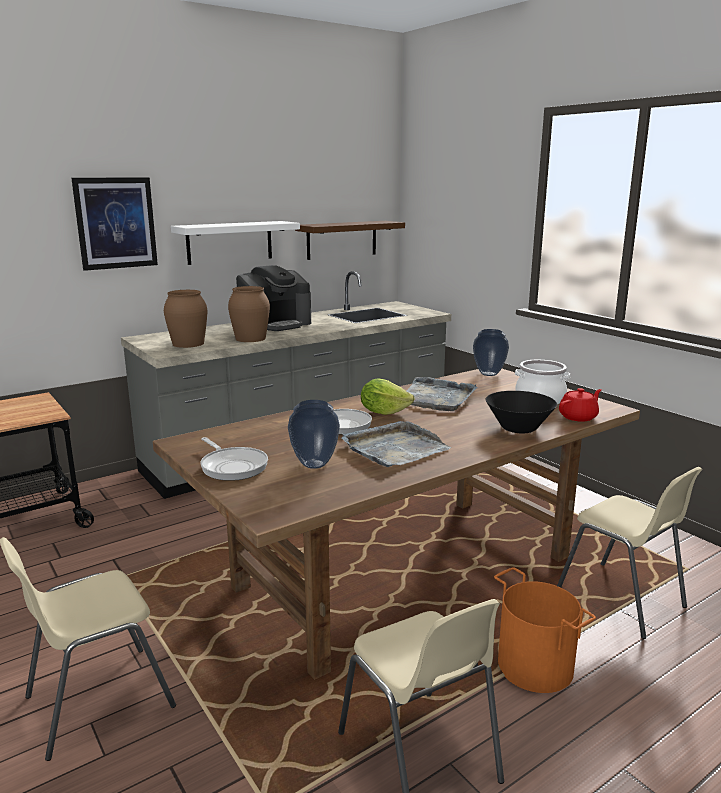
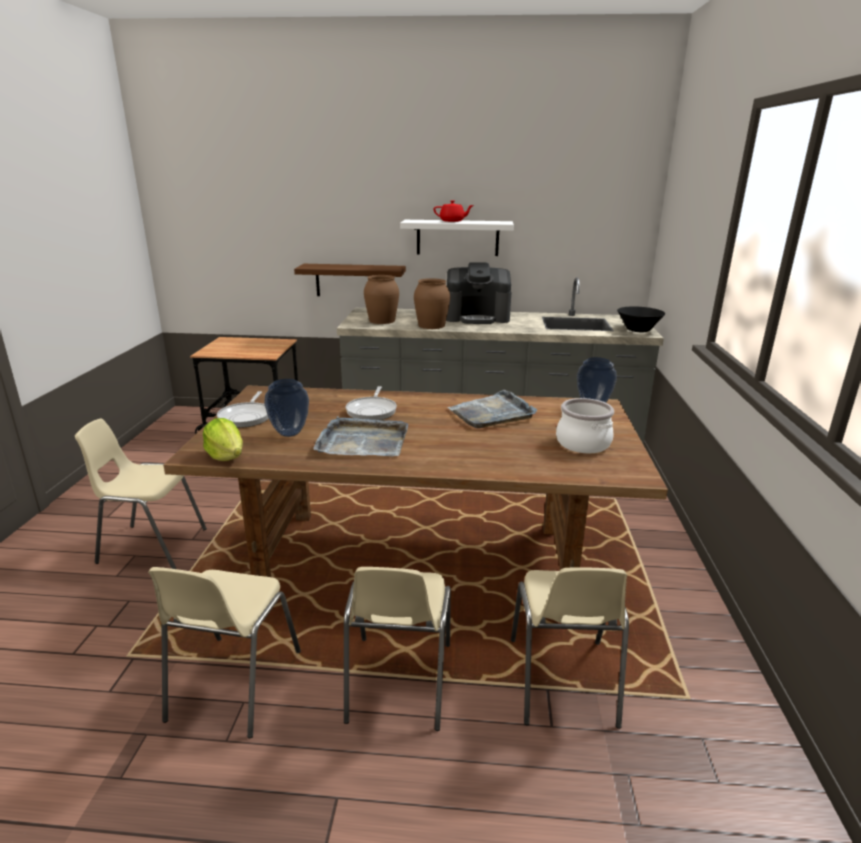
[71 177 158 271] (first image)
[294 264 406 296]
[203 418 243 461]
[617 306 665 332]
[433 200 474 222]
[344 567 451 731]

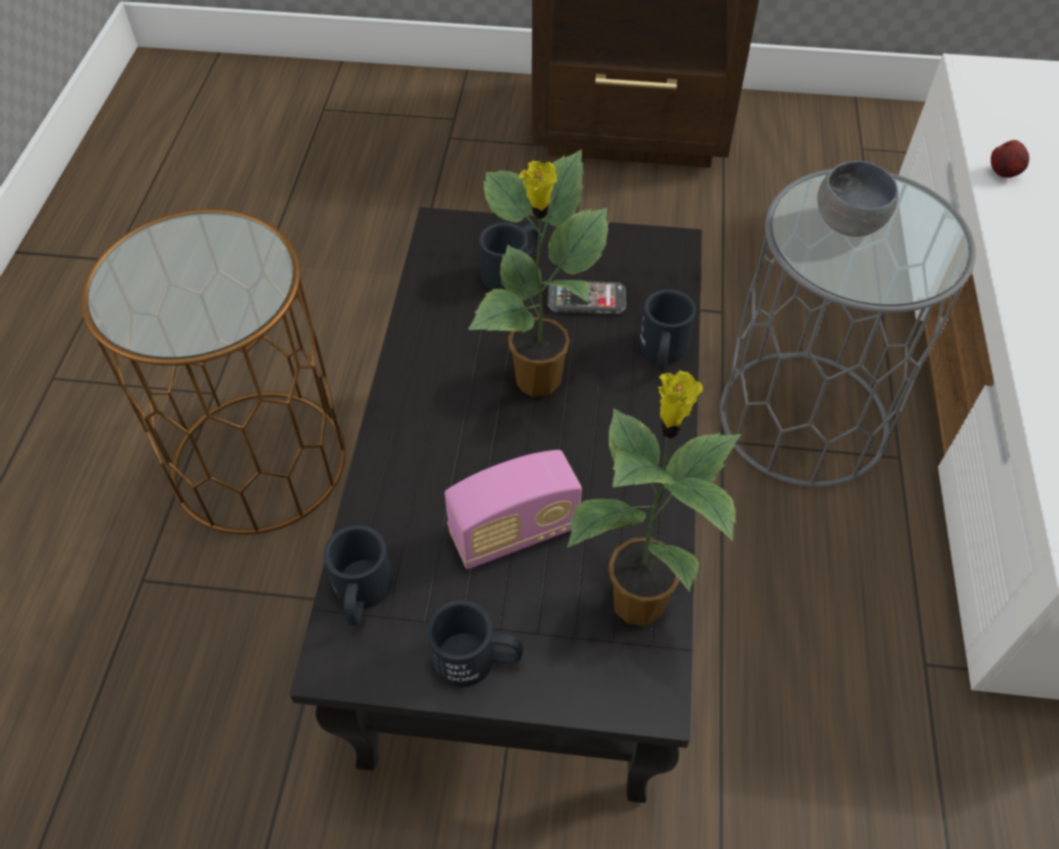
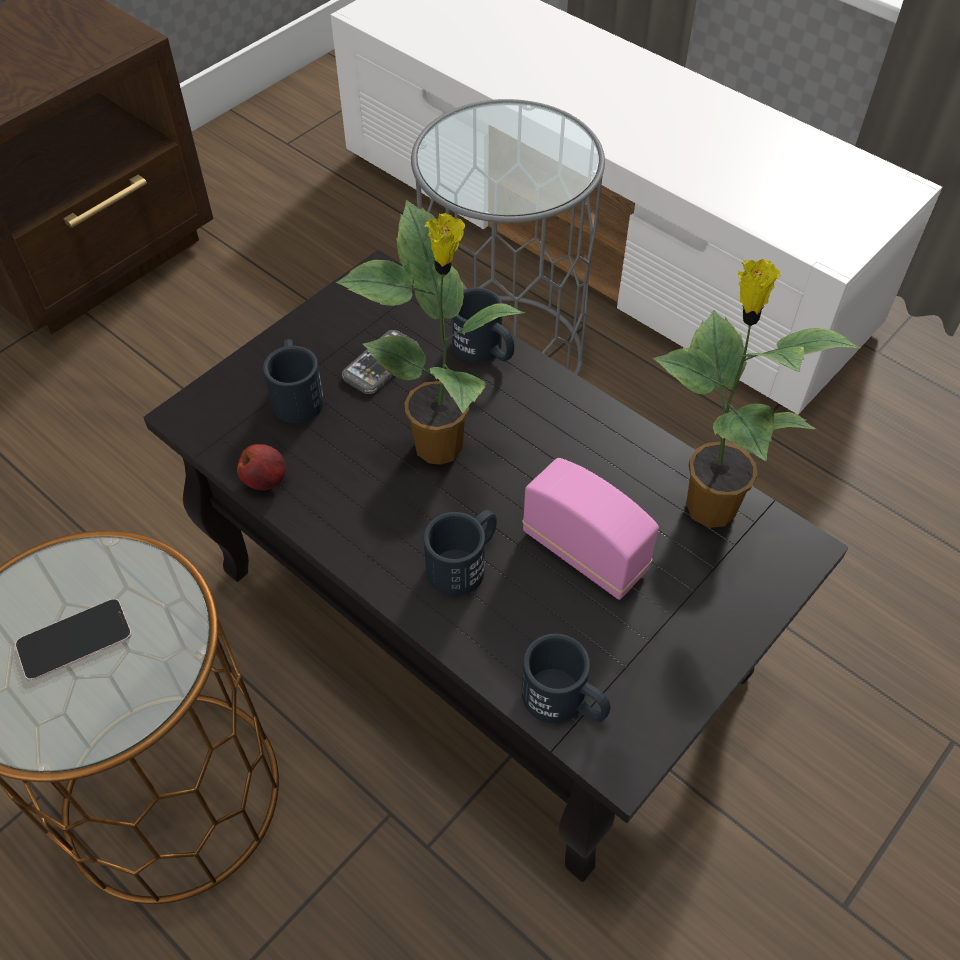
[817 161 898 237] (first image)
[15 599 132 681]
[424 510 497 597]
[237 444 286 490]
[522 458 659 600]

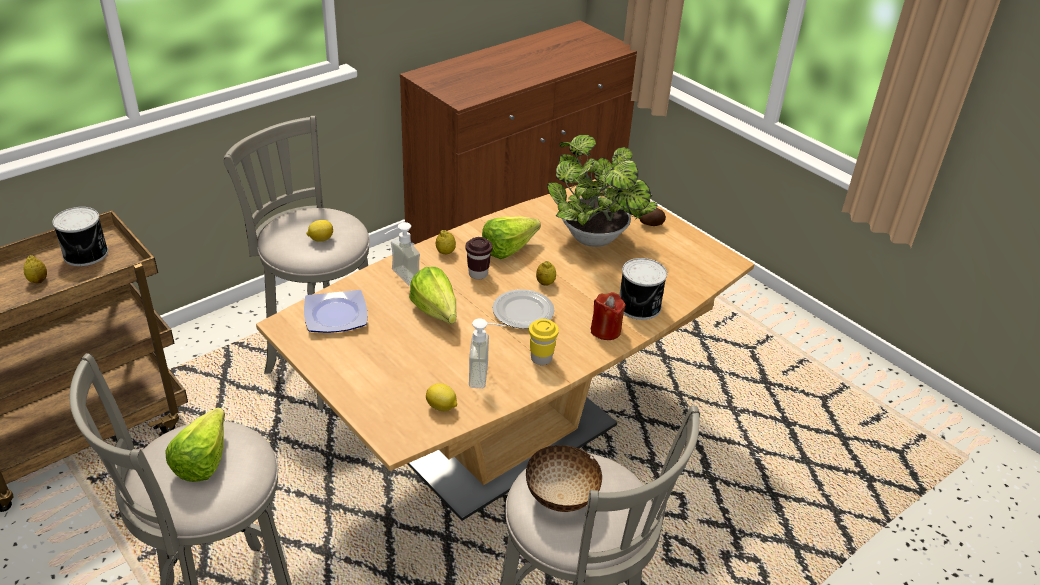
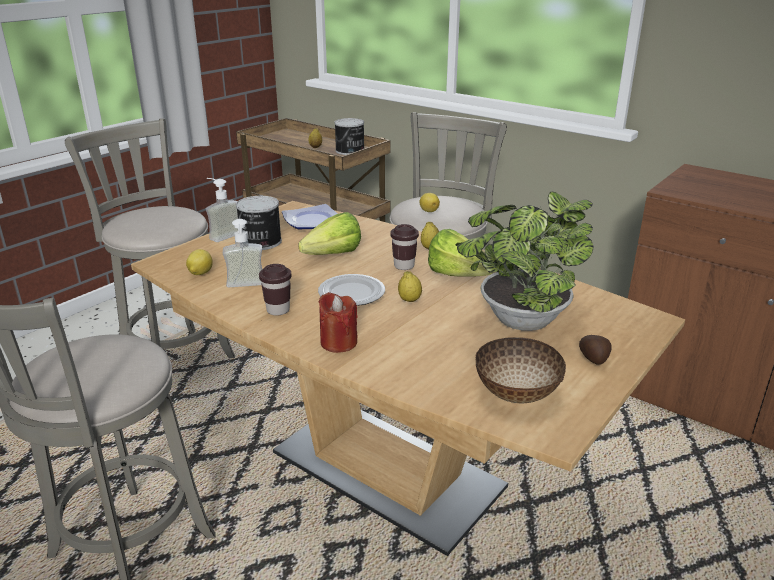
[166 408 225 482] (first image)
[206 178 238 242]
[476 337 566 404]
[236 196 282 250]
[259 264 291 315]

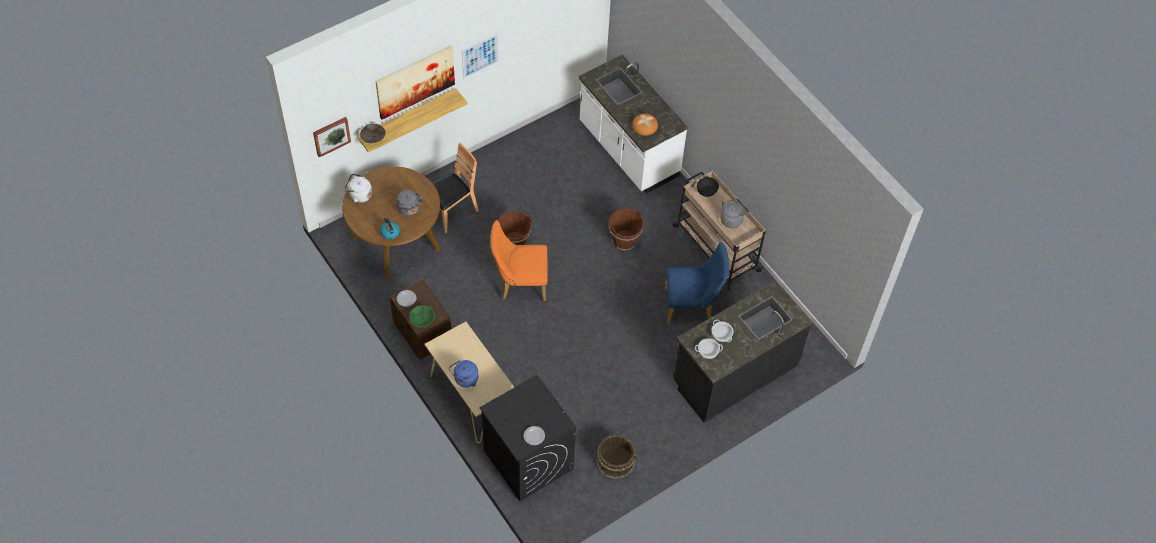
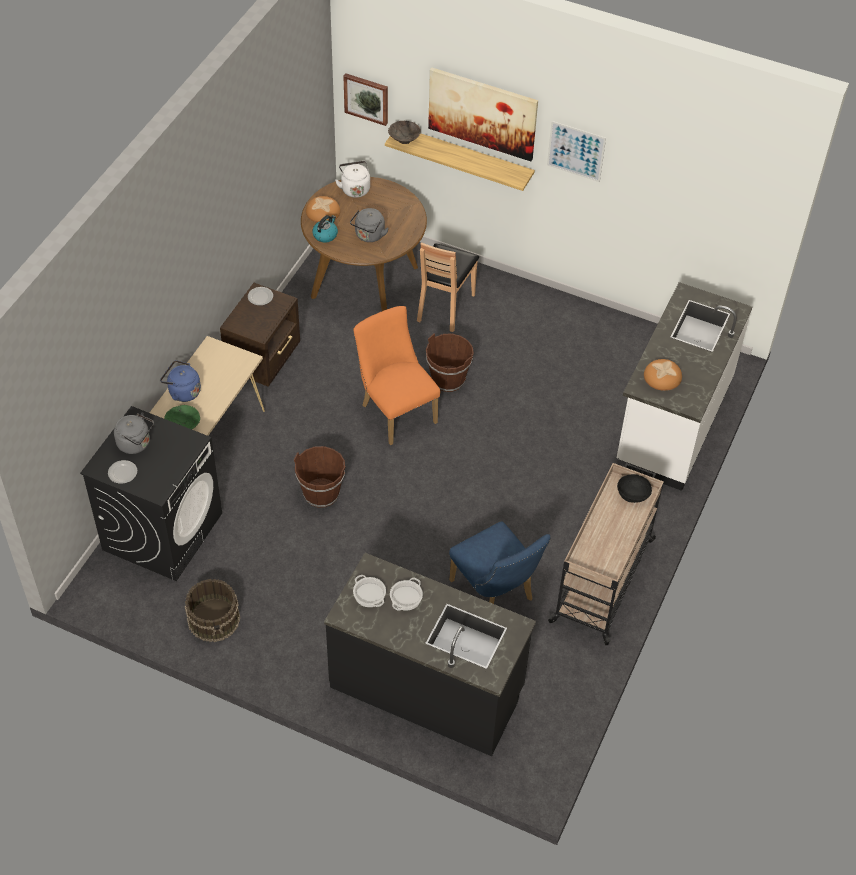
[306 196 340 223]
[164 405 200 429]
[294 446 346 508]
[114 412 154 454]
[417 242 479 332]

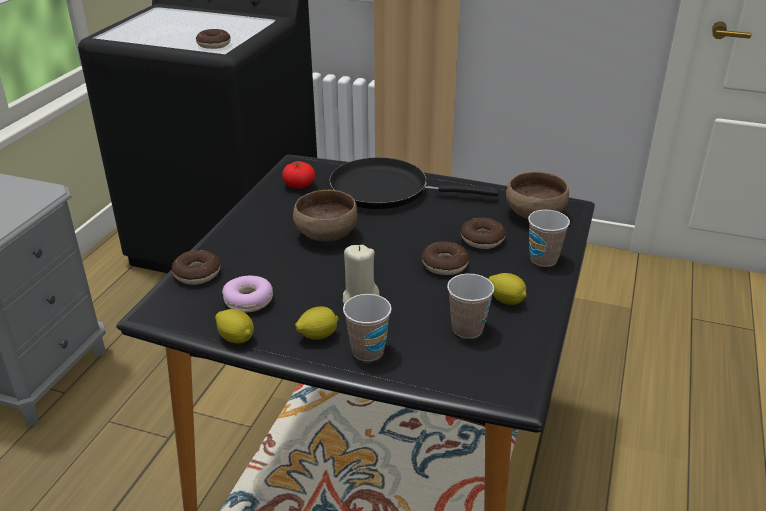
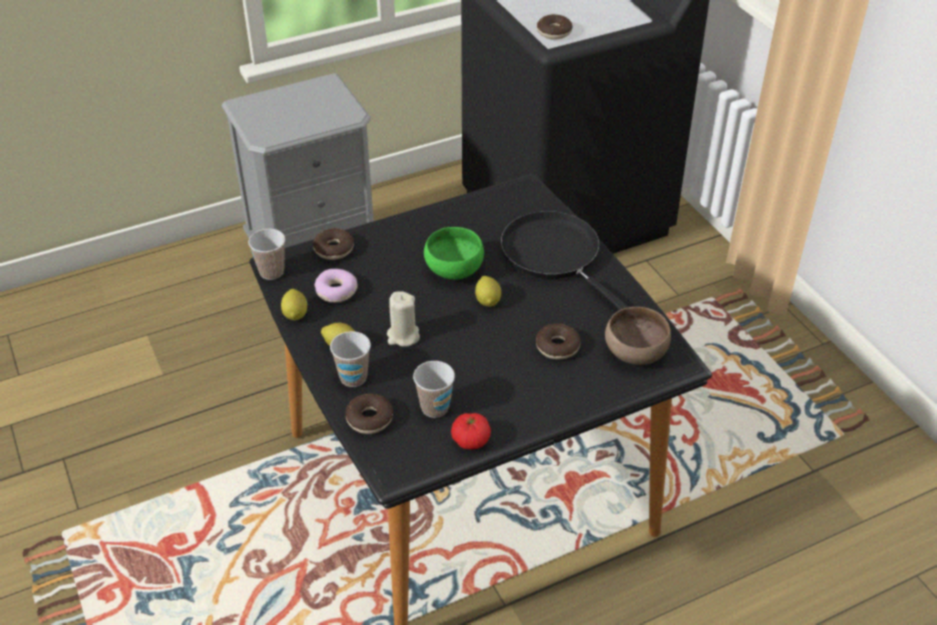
[451 413 491 449]
[345 393 393 434]
[475 276 501 307]
[248 229 285 280]
[424 227 484 280]

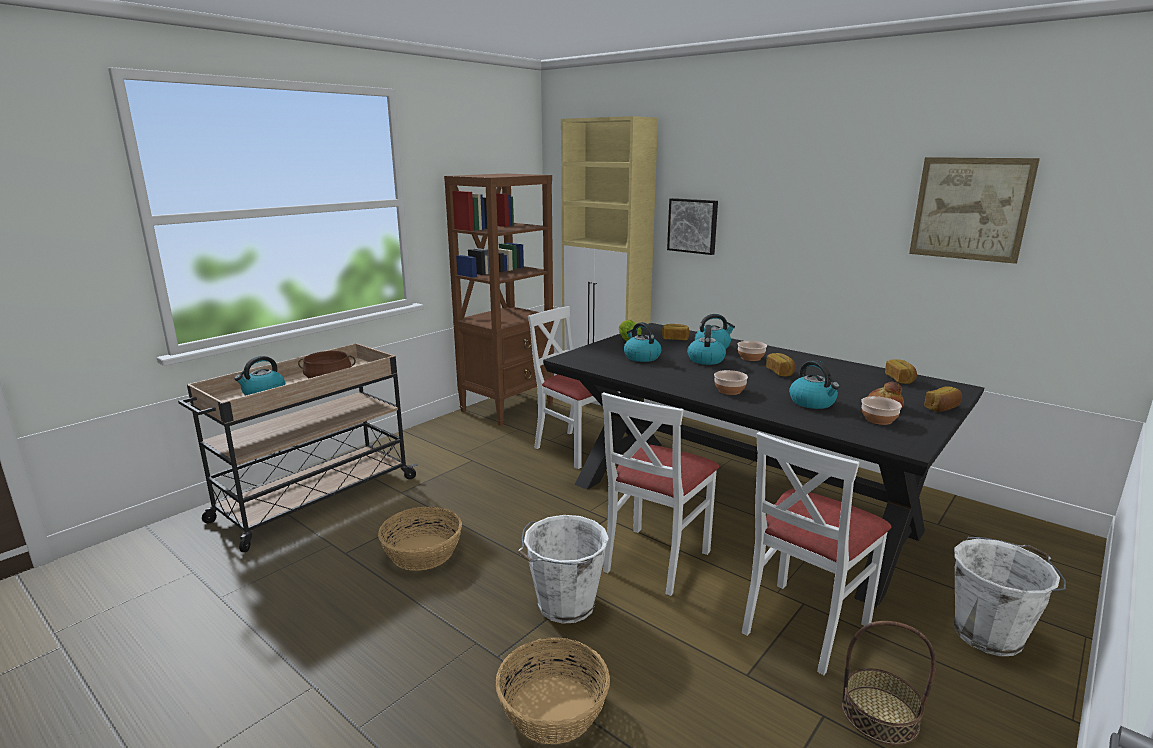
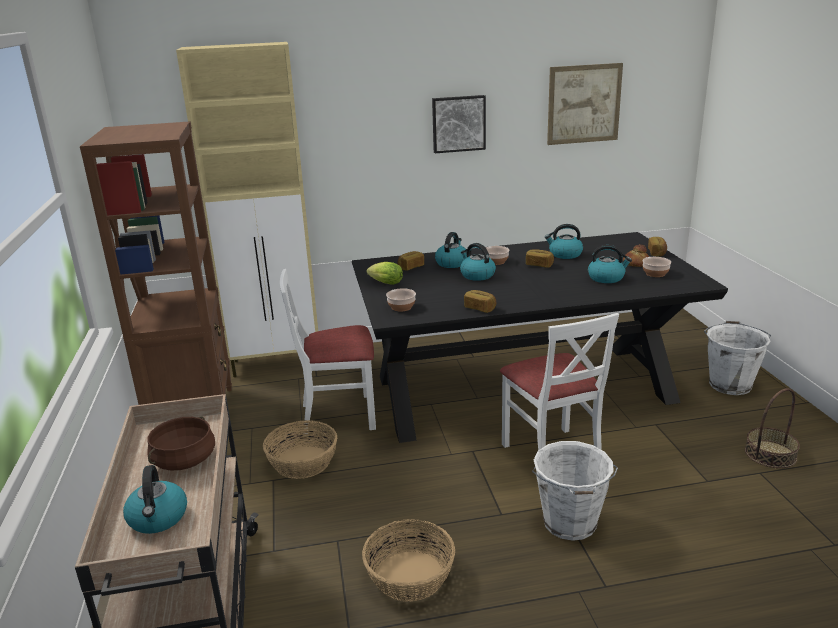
[742 432 892 675] (first image)
[263 420 337 479]
[545 224 583 259]
[432 95 486 153]
[386 288 416 312]
[464 290 497 313]

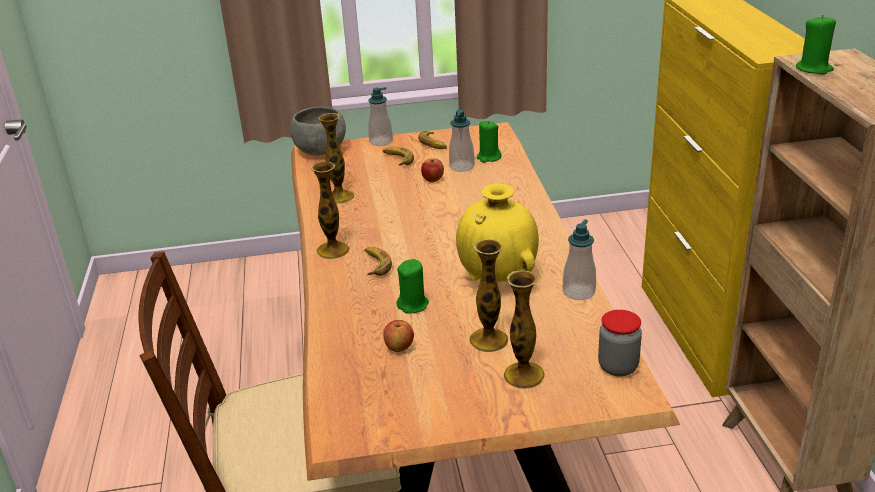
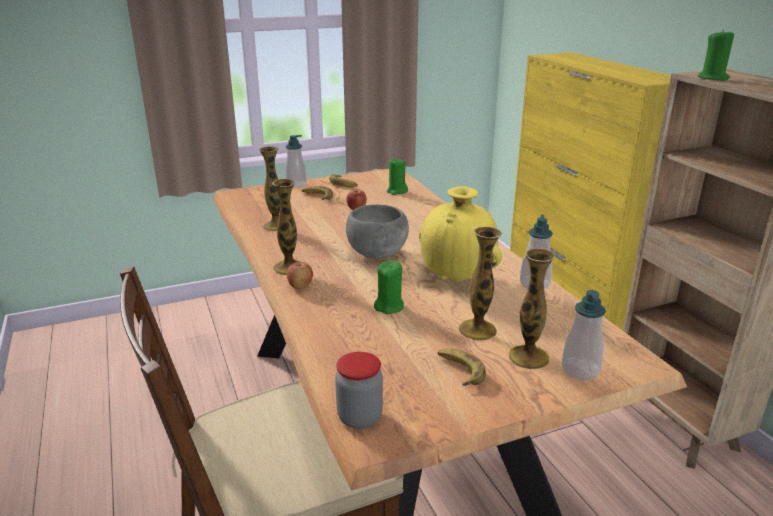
[346 204 409 259]
[438 348 486 386]
[287 262 313 289]
[562 290 606 380]
[335 352 383 429]

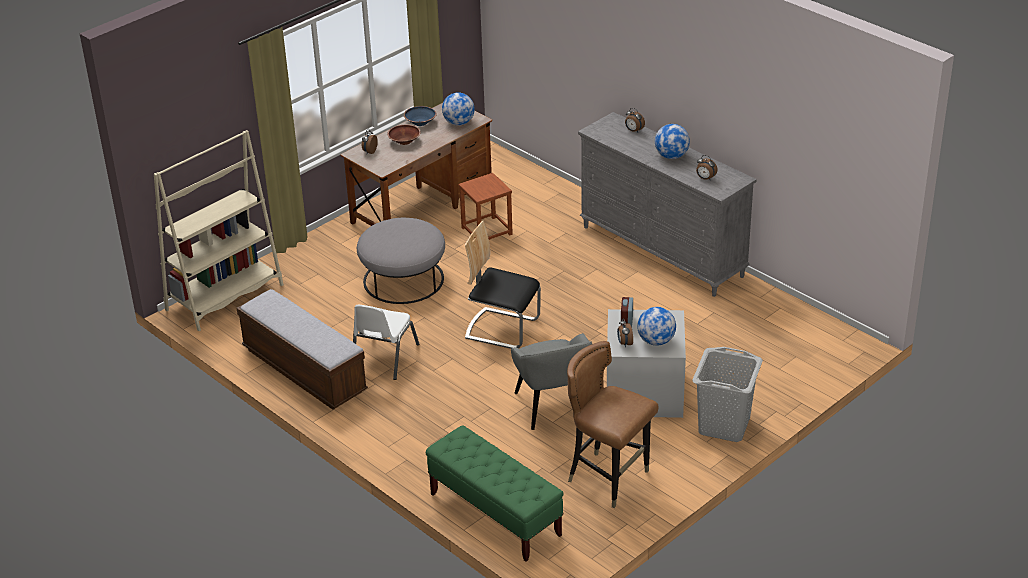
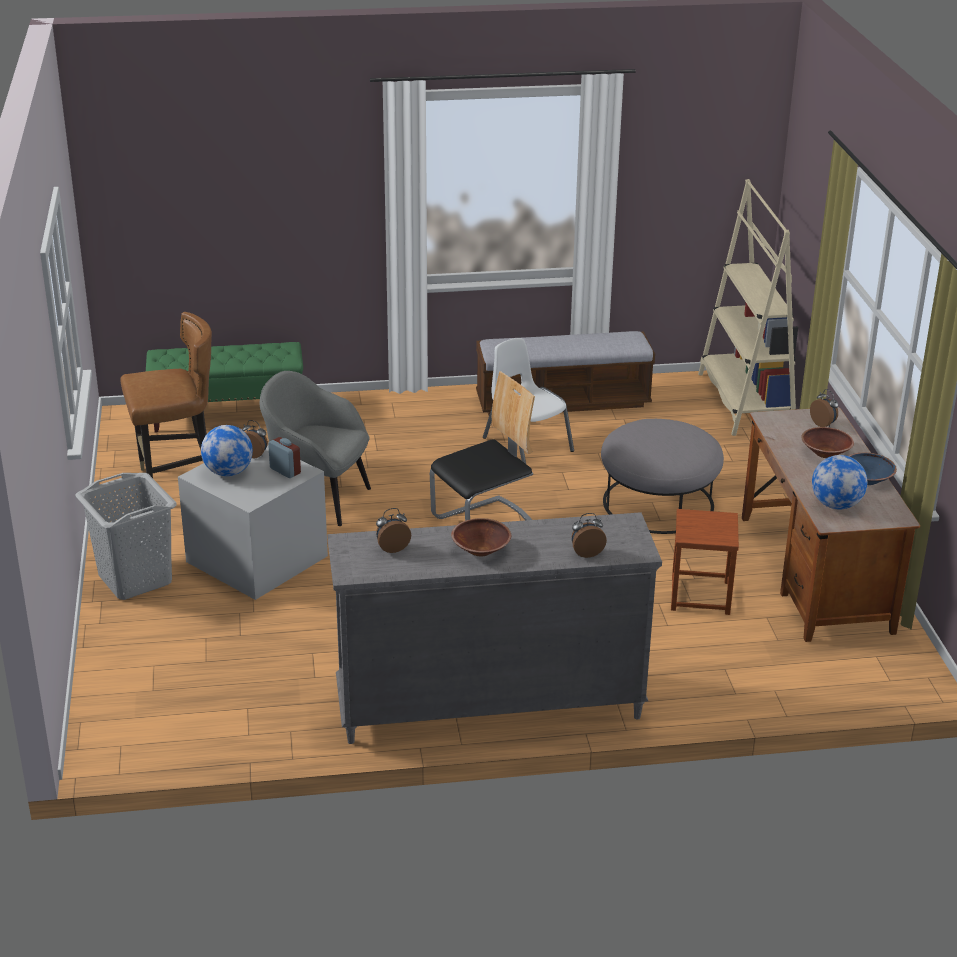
[451 518 511 556]

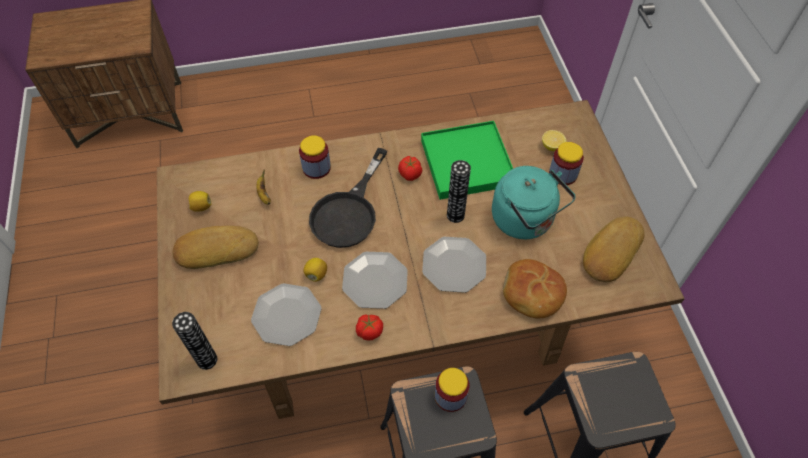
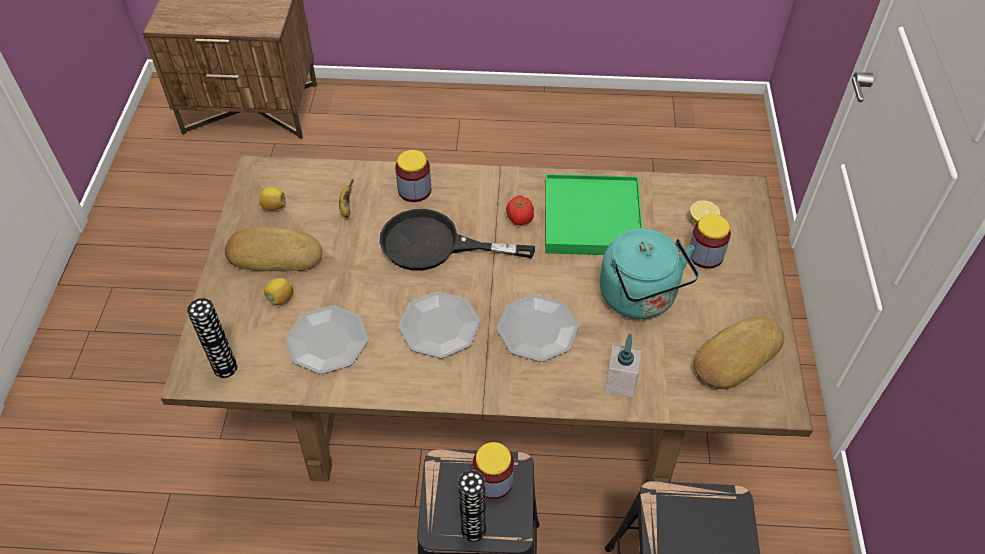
[356 314 383 340] (first image)
[264 278 293 305]
[458 470 486 542]
[604 334 642 397]
[380 209 535 271]

